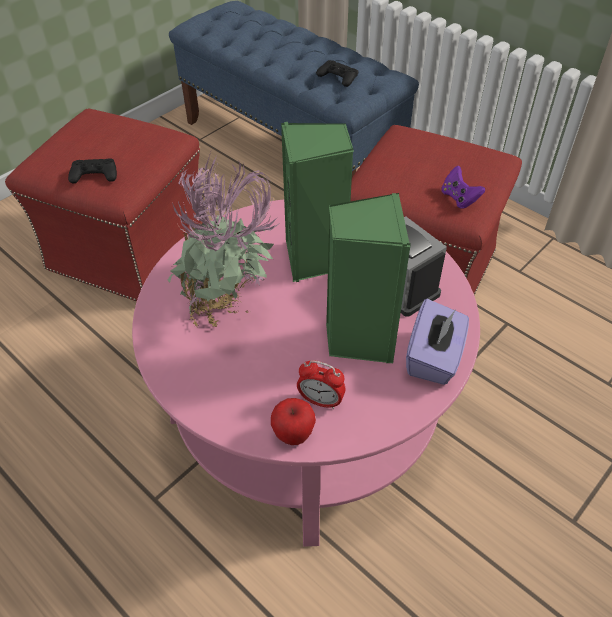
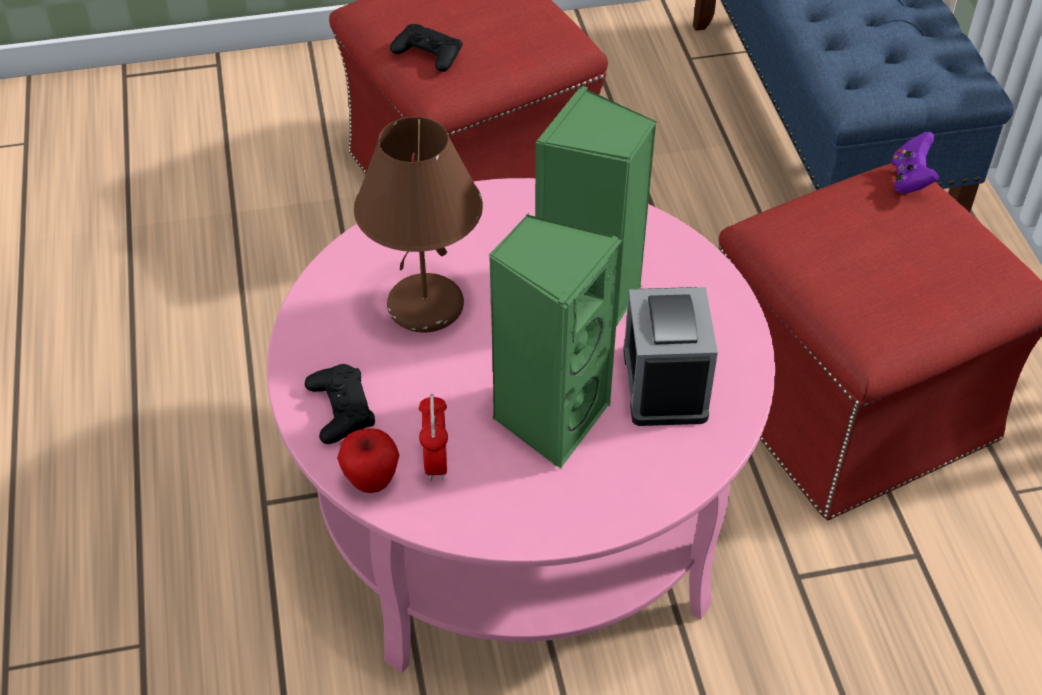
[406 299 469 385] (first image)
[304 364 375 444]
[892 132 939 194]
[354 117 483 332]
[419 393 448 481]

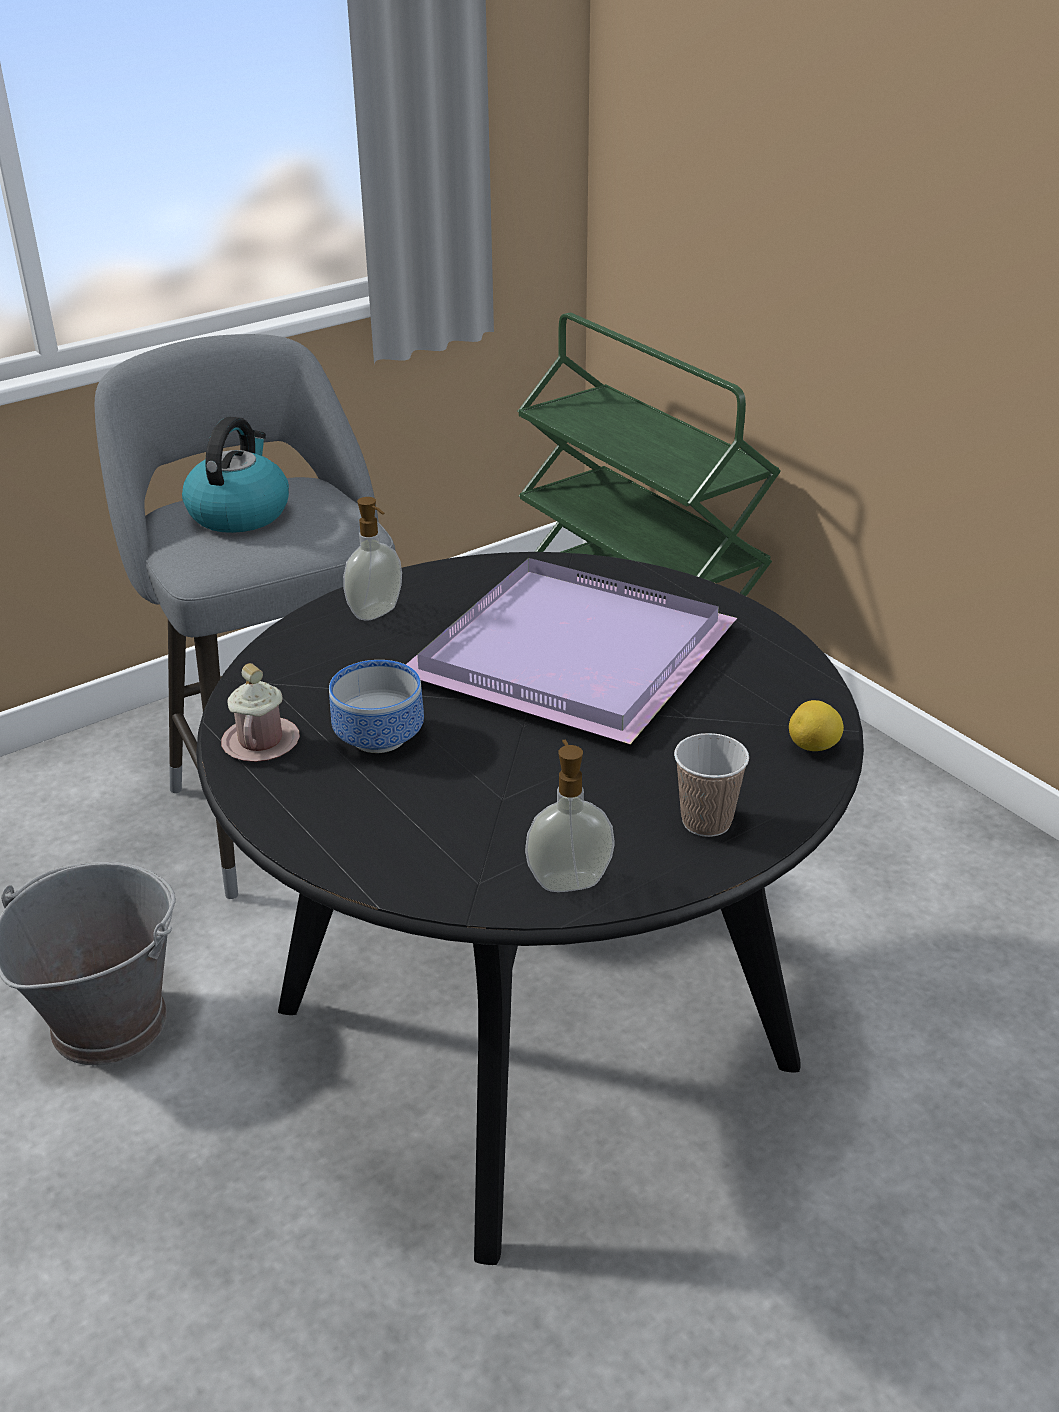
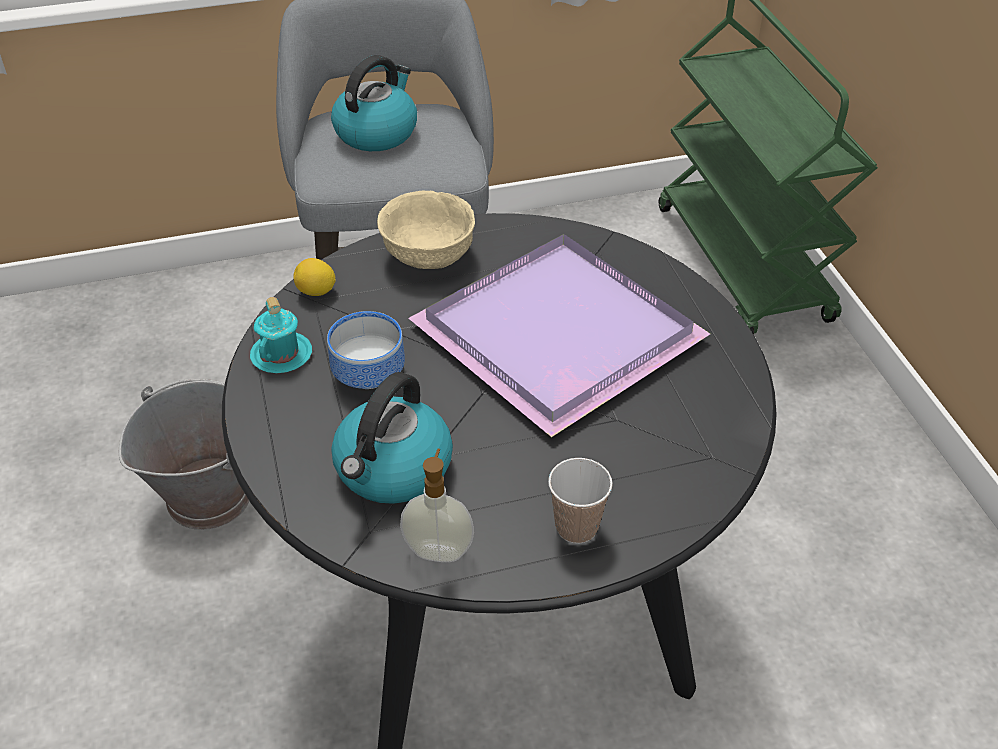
[331 372 453 504]
[293 258 336 296]
[377 190 475 269]
[250 297 312 373]

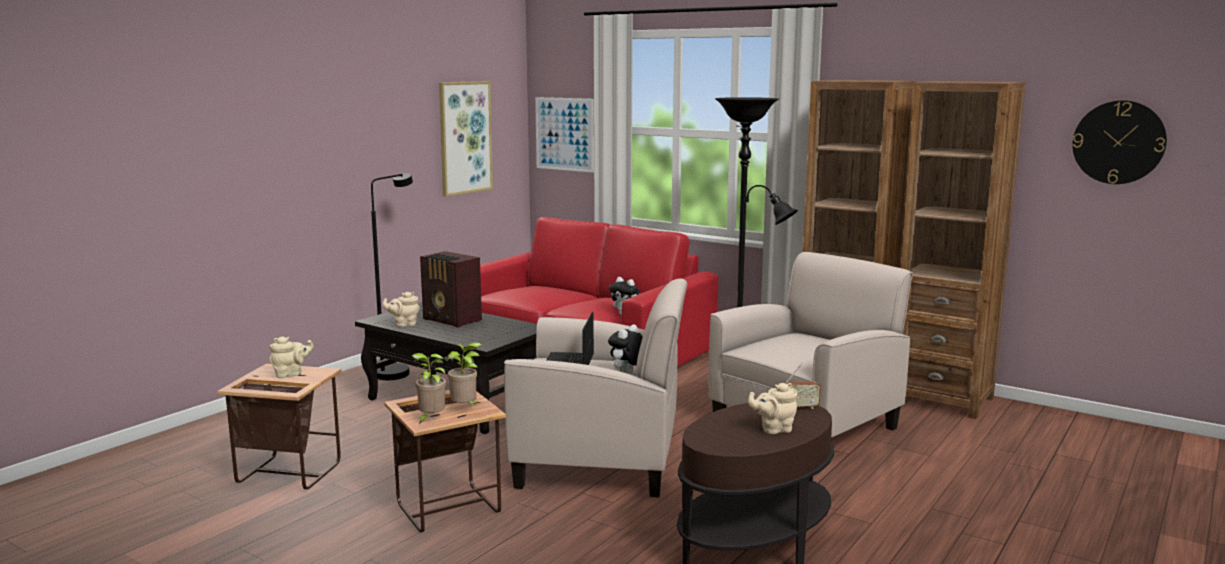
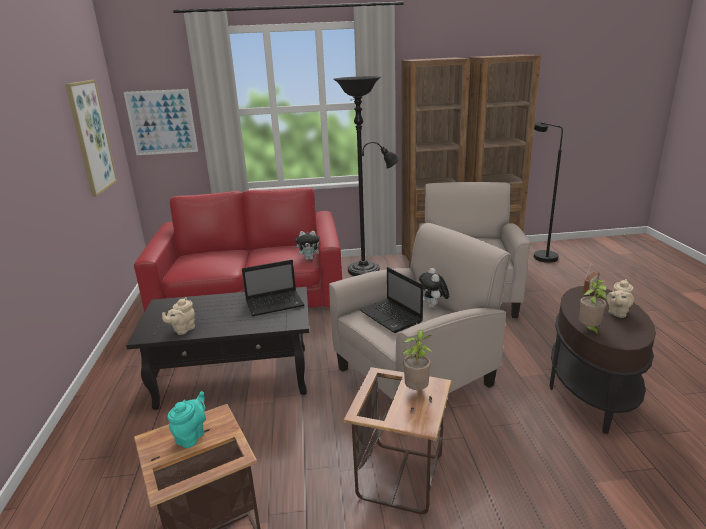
[420 251 482 328] (first image)
[1072 100 1167 184] (first image)
[242 260 304 316]
[534 122 563 263]
[579 279 607 337]
[167 391 206 448]

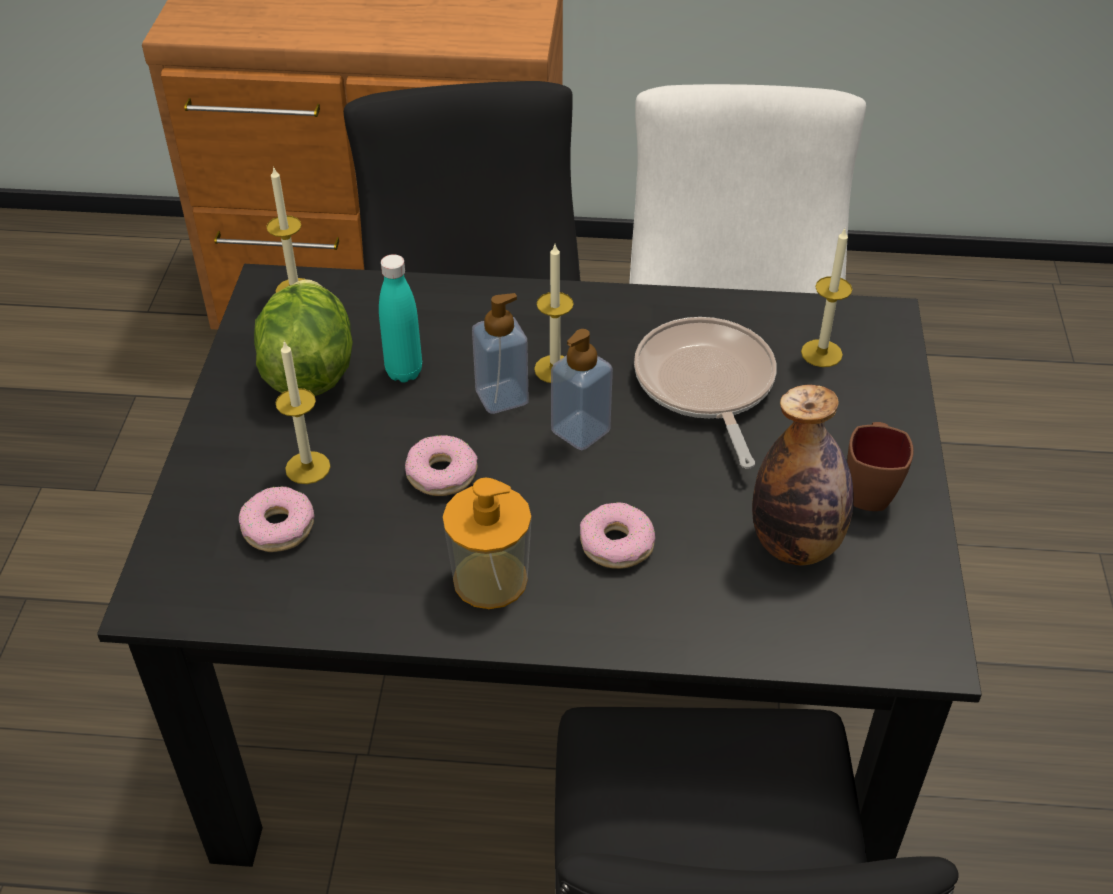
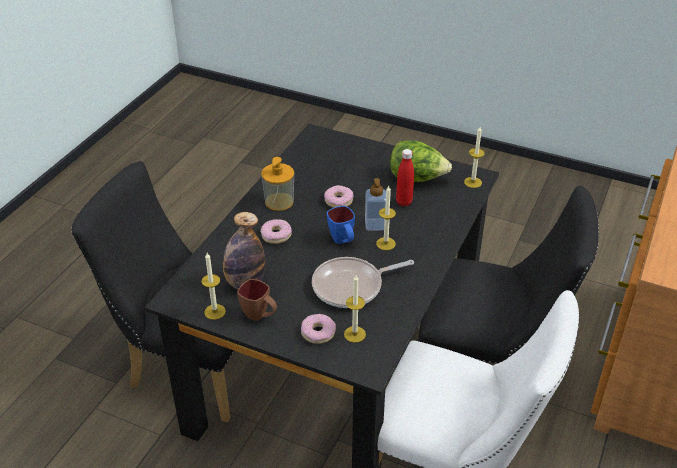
[301 314 336 344]
[201 253 226 320]
[327 206 355 244]
[396 149 414 206]
[312 257 414 308]

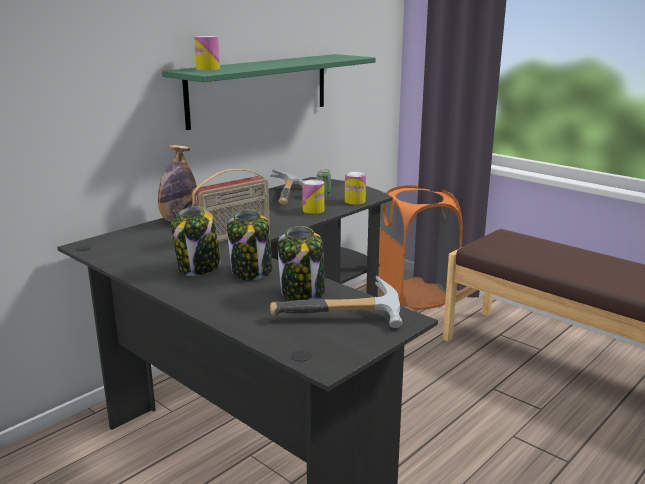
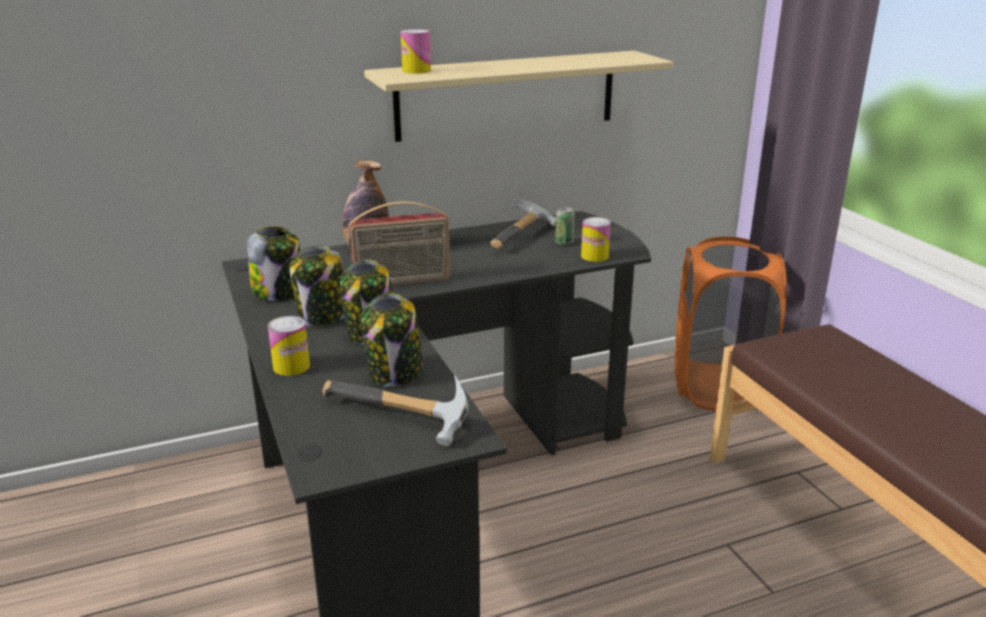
[247 226 300 301]
[268 316 310 376]
[364 51 673 142]

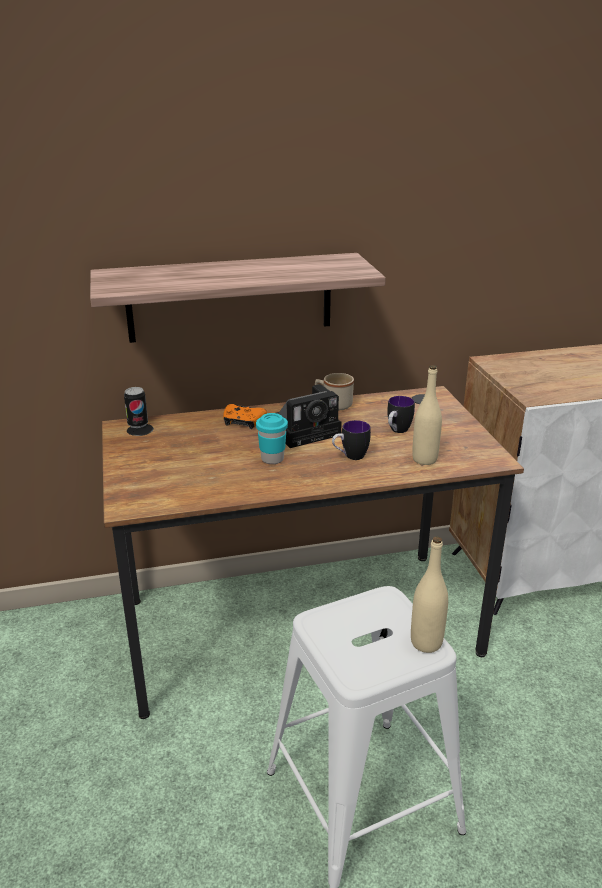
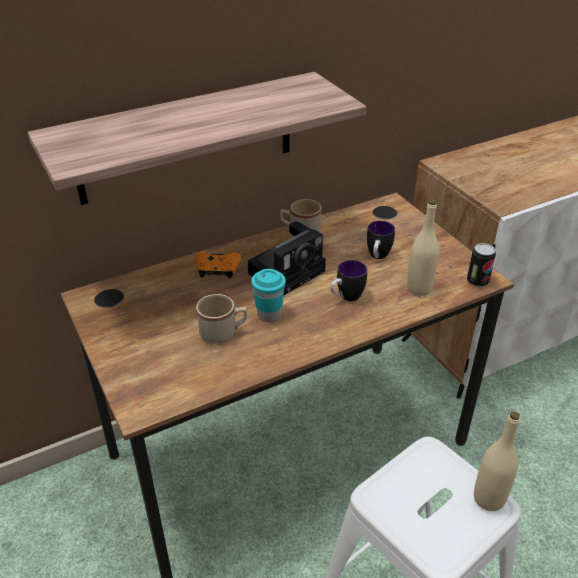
[196 294 247 344]
[467 243 496 287]

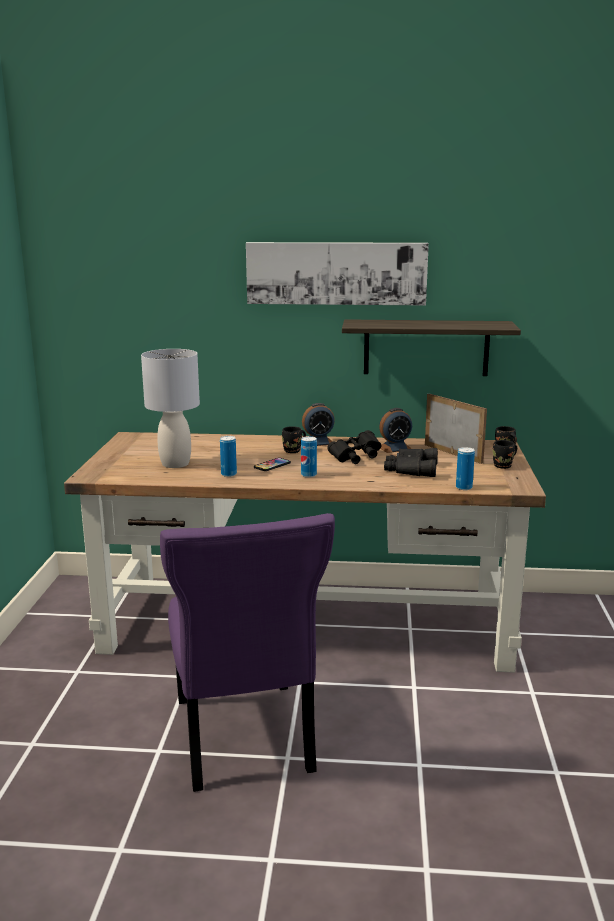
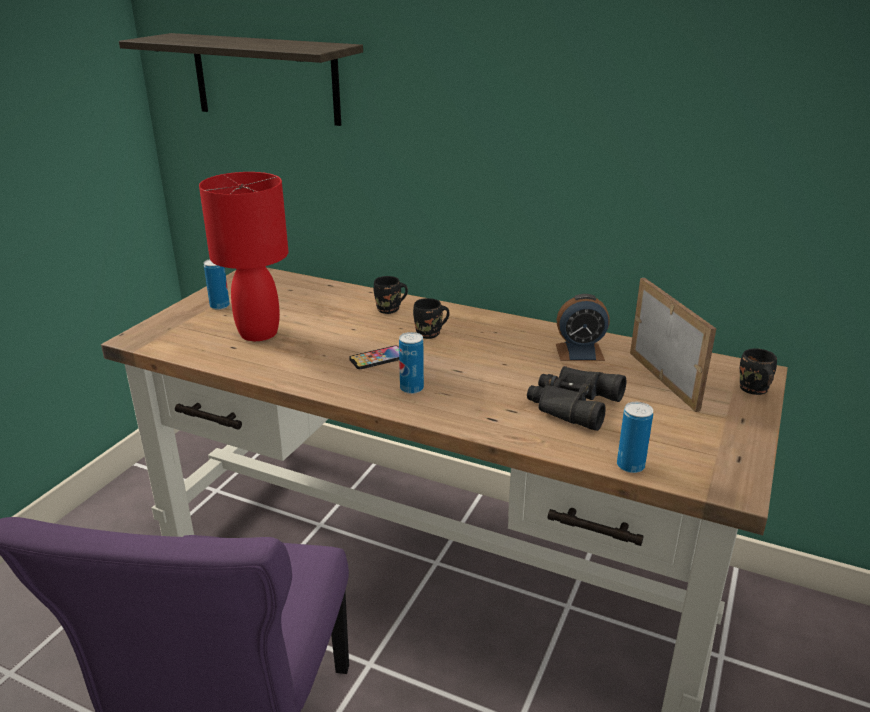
[246 242 429 305] (first image)
[302 403 335 446] (first image)
[327 430 382 464] (first image)
[204 259 230 310]
[119 33 363 126]
[374 276 408 314]
[199 172 289 341]

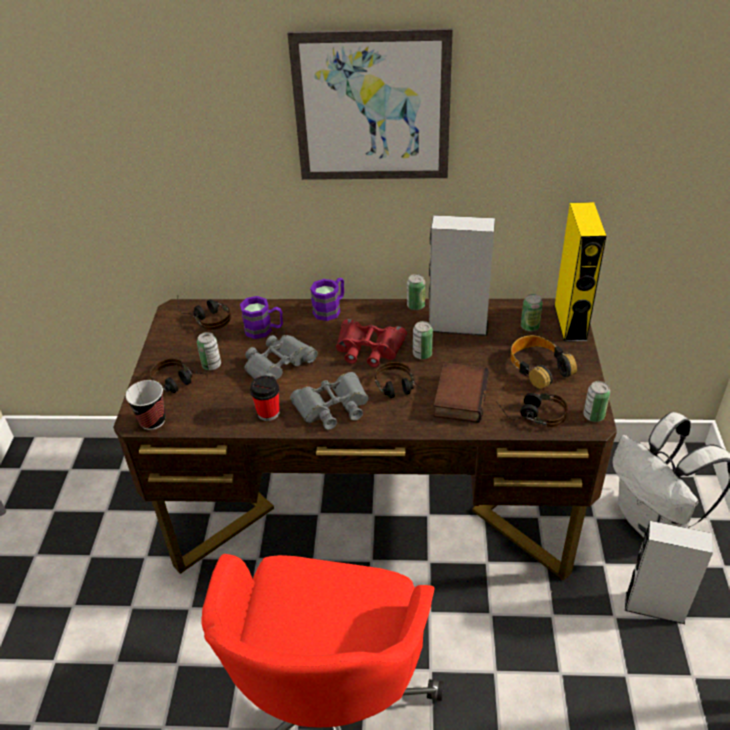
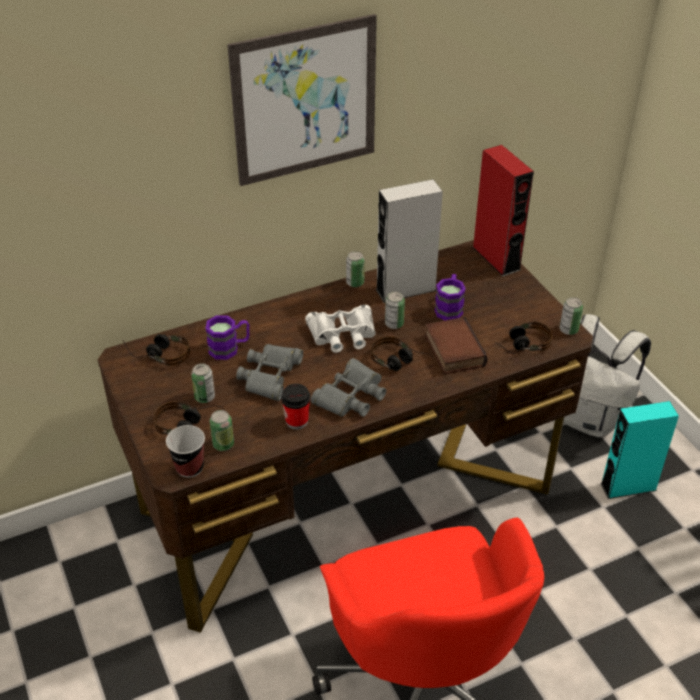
[511 336 577 389] (first image)
[435 274 466 320]
[210 410 234 451]
[305 305 376 353]
[473 145 534 277]
[600 401 679 499]

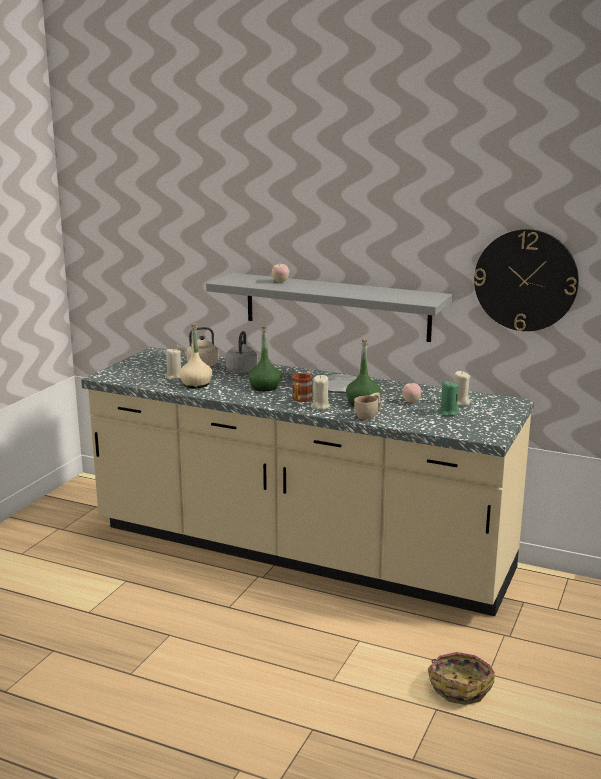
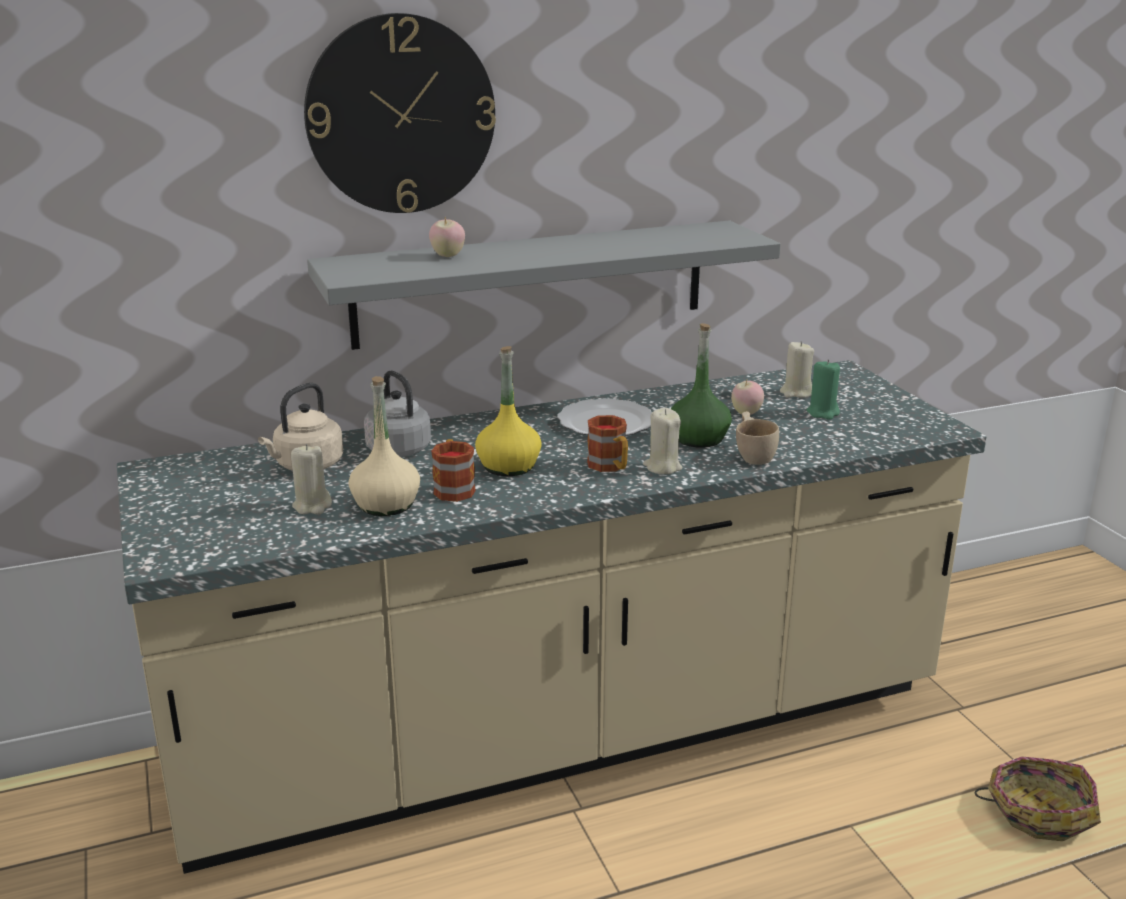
[431 439 476 502]
[304 13 496 213]
[475 346 542 476]

